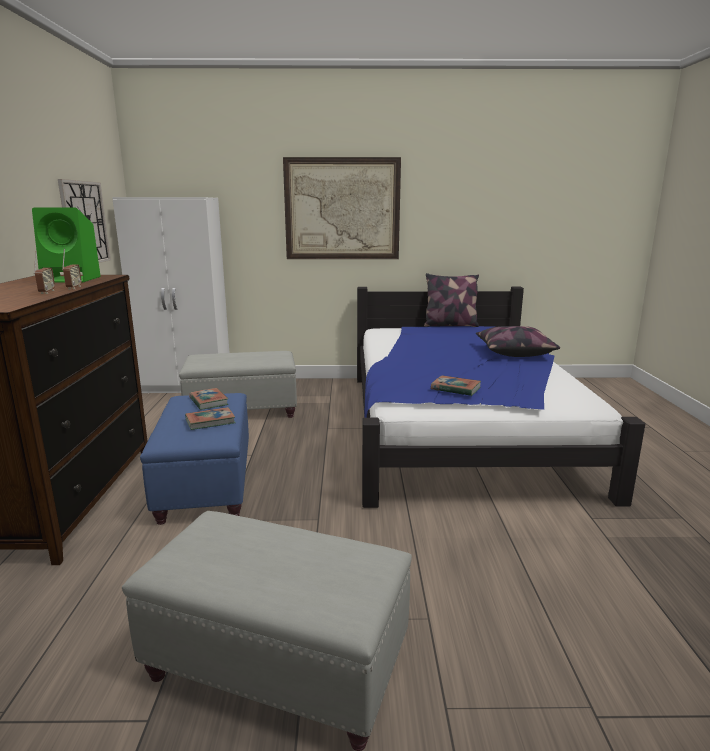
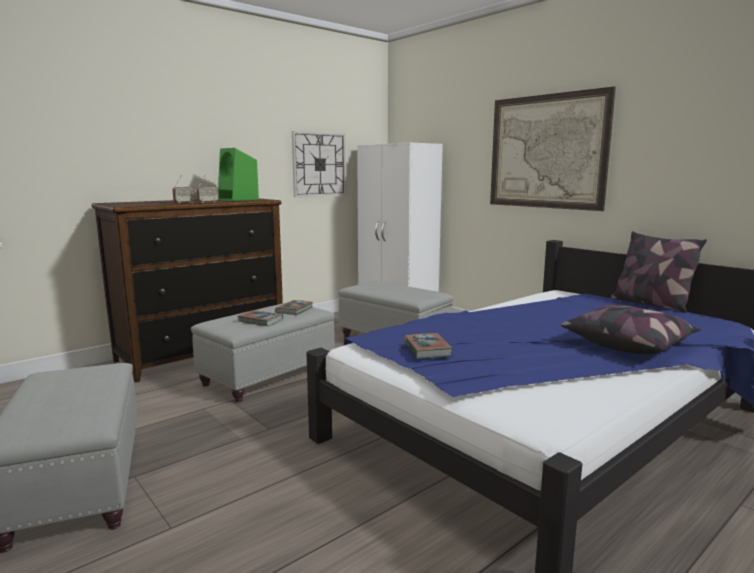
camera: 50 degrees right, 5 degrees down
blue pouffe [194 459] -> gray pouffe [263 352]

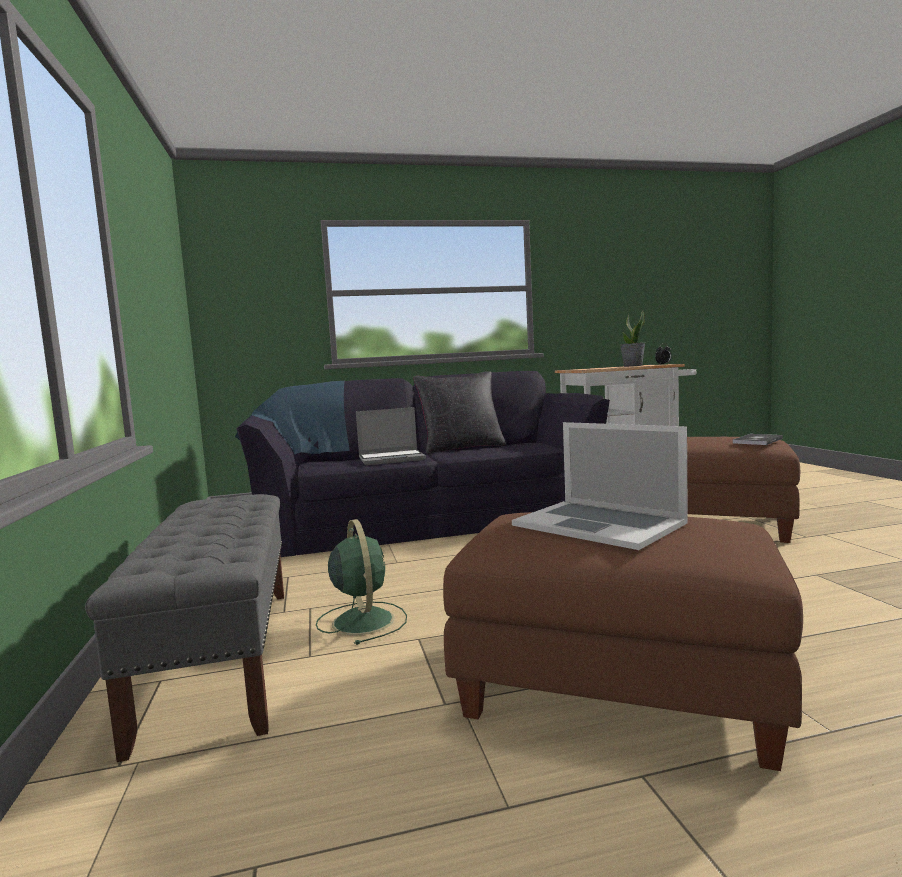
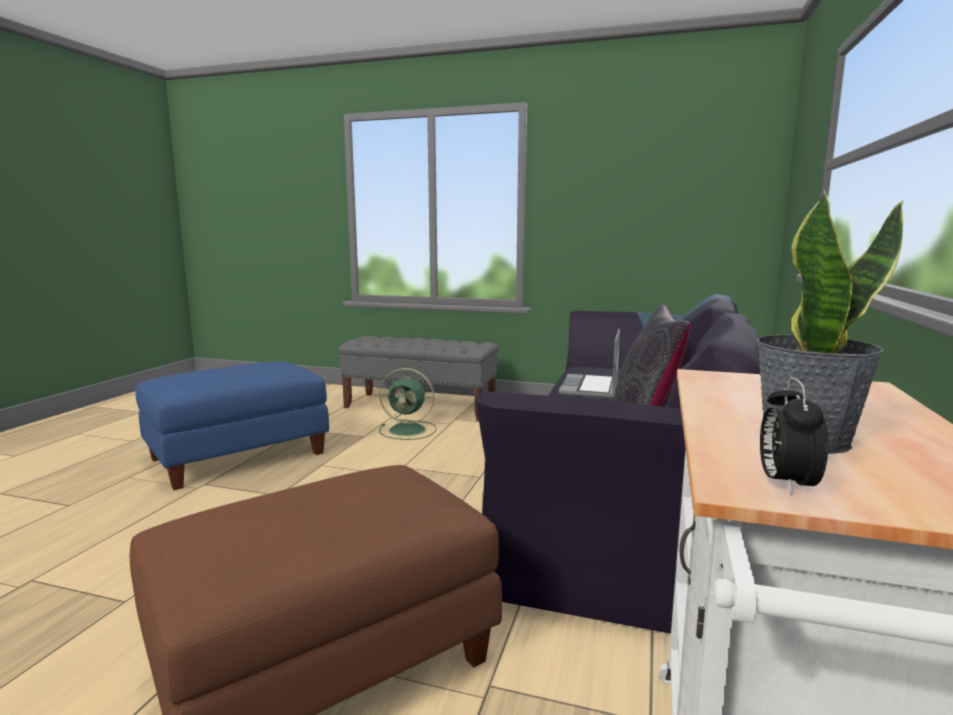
camera: 120 degrees right, 5 degrees up
brown pouffe [623 641] -> blue pouffe [232 426]
notebook computer [600 486] -> none
volume [758 439] -> none

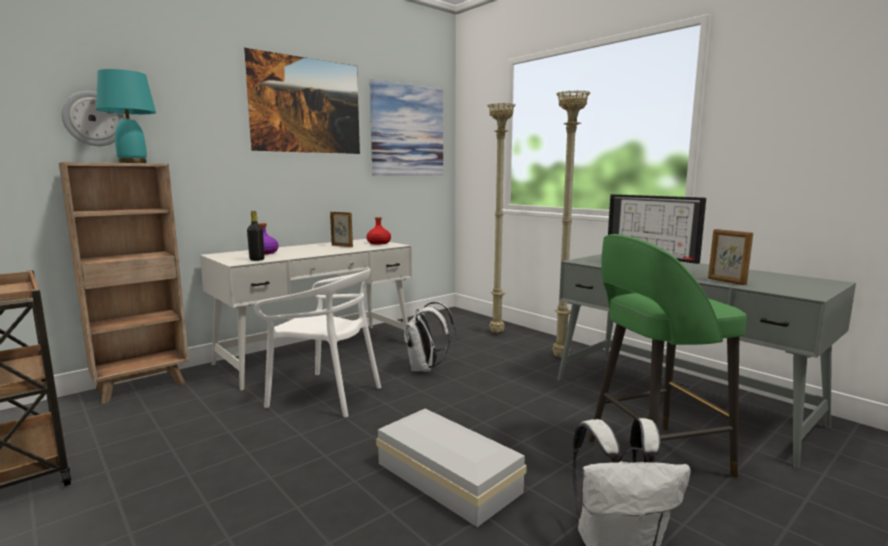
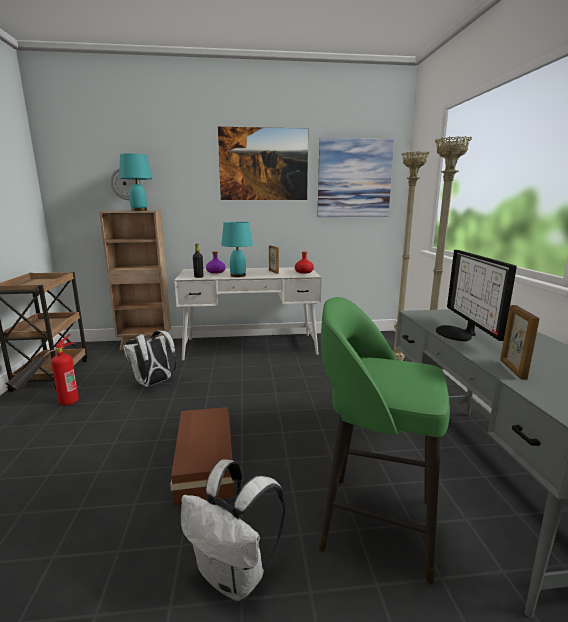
camera: 35 degrees right, 5 degrees up
white upright chair [317 343] -> none
white storage box [451 468] -> brown storage box [202 456]
white backpack [429 336] -> white backpack [149 358], moved
none -> fire-fighting cylinder [42 369]
none -> blue-green table lamp [237 249]

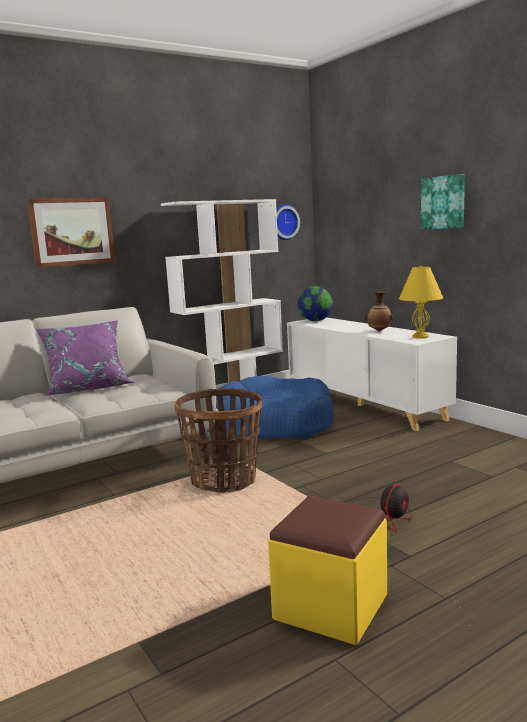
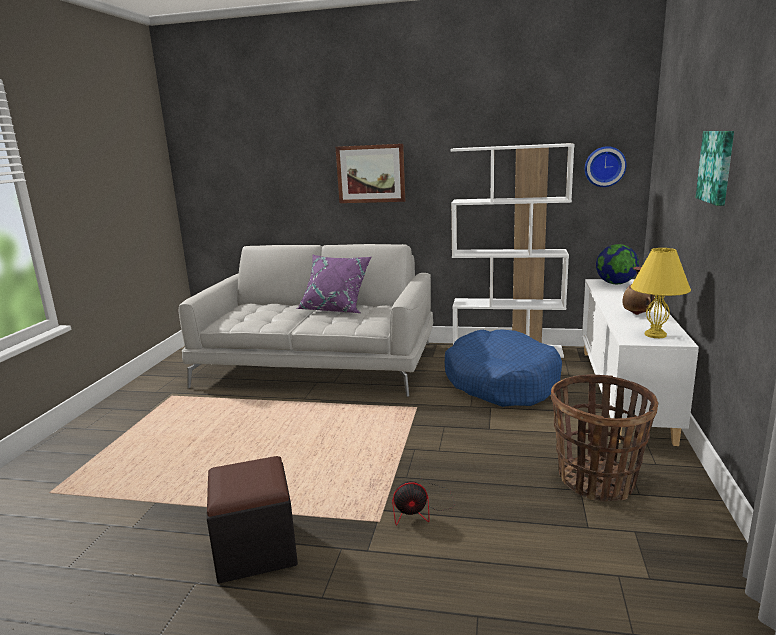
camera: 45 degrees right, 5 degrees up
household basket [218 440] -> household basket [605 438], moved
yellowish pouffe [327 570] -> black-coloured pouffe [252 519]

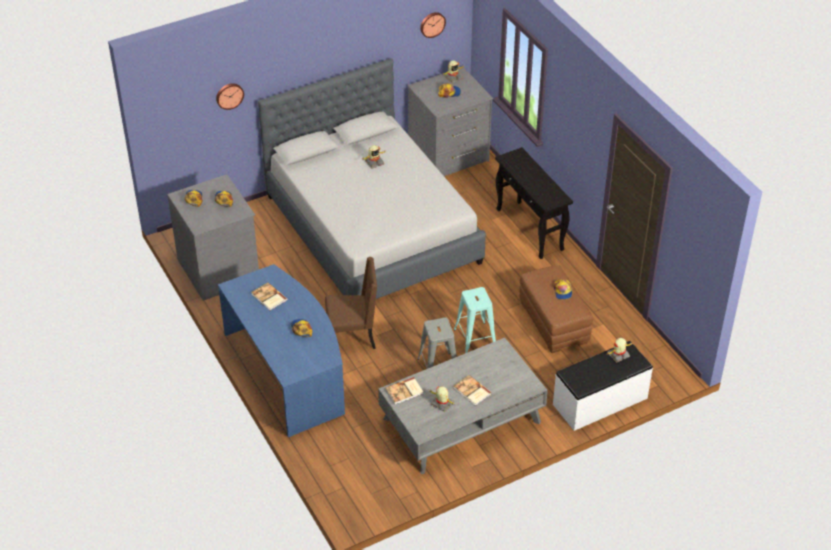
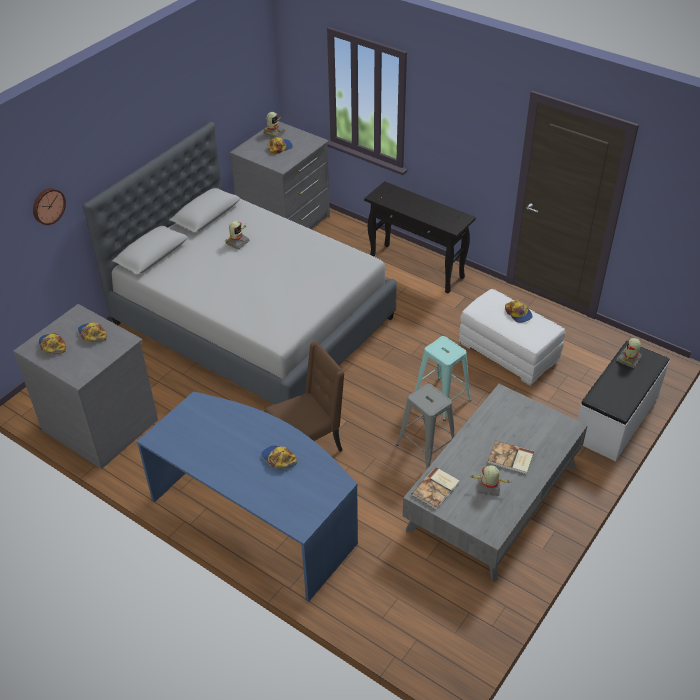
camera: 25 degrees left, 0 degrees up
volume [269 296] -> none
wall clock [433 25] -> none
brown pouffe [556 309] -> white pouffe [512 337]

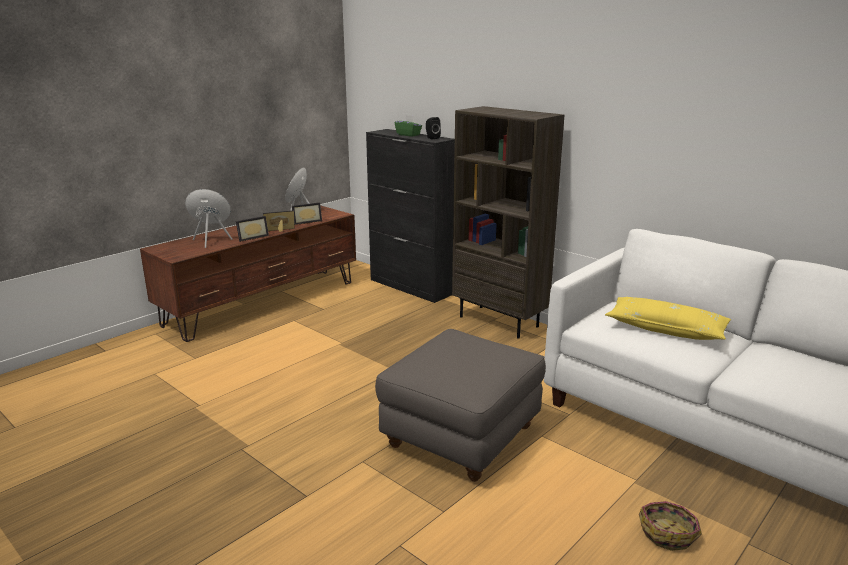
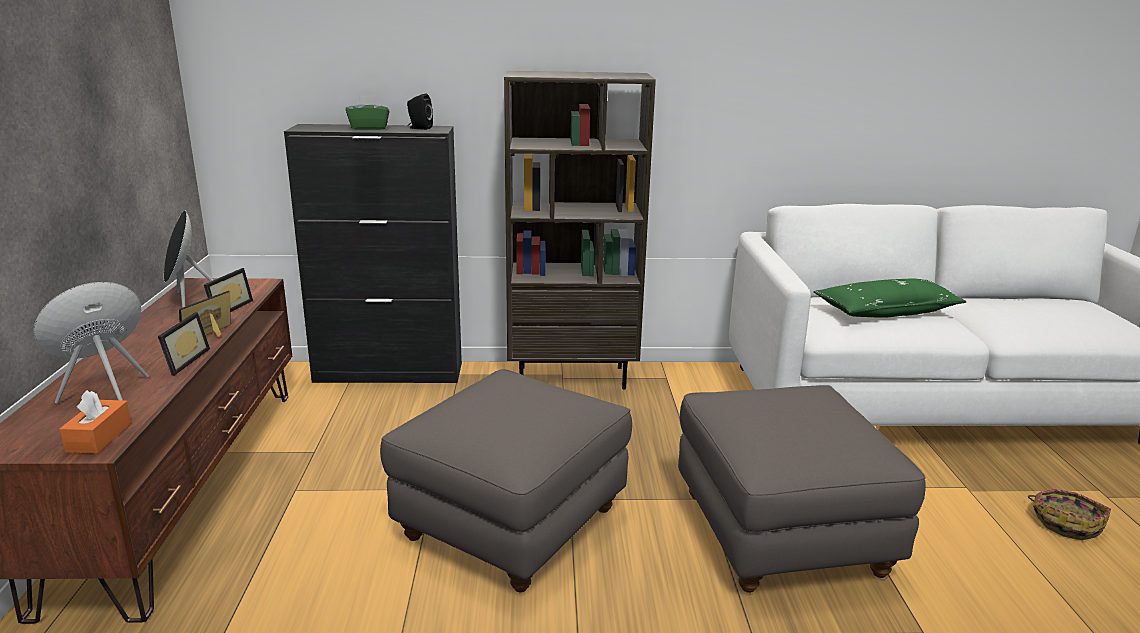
camera: 45 degrees left, 0 degrees up
yellowish throw pillow [668 318] -> green-coloured throw pillow [890 298]
none -> orangey tissue holder [95 422]
none -> gray pouffe [506 480]

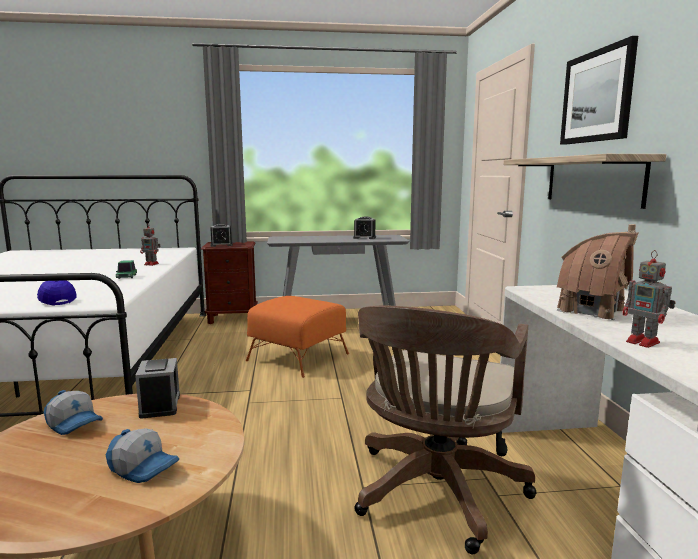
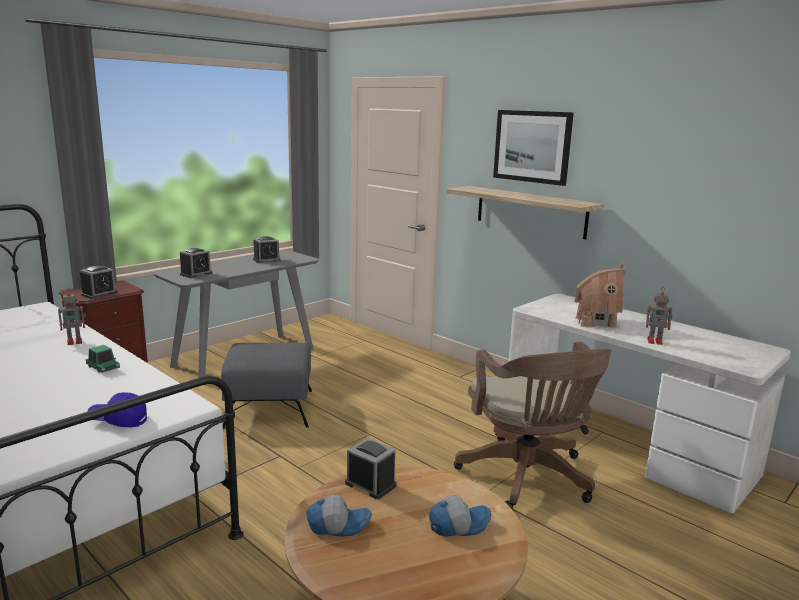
camera: 40 degrees left, 5 degrees up
orangey pouffe [297 337] -> gray pouffe [266 386]
none -> bedside clock [196 263]

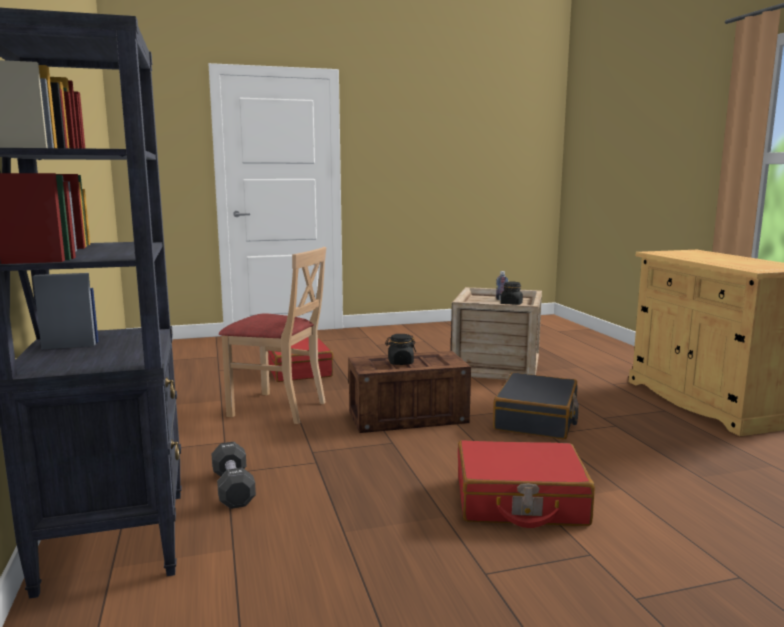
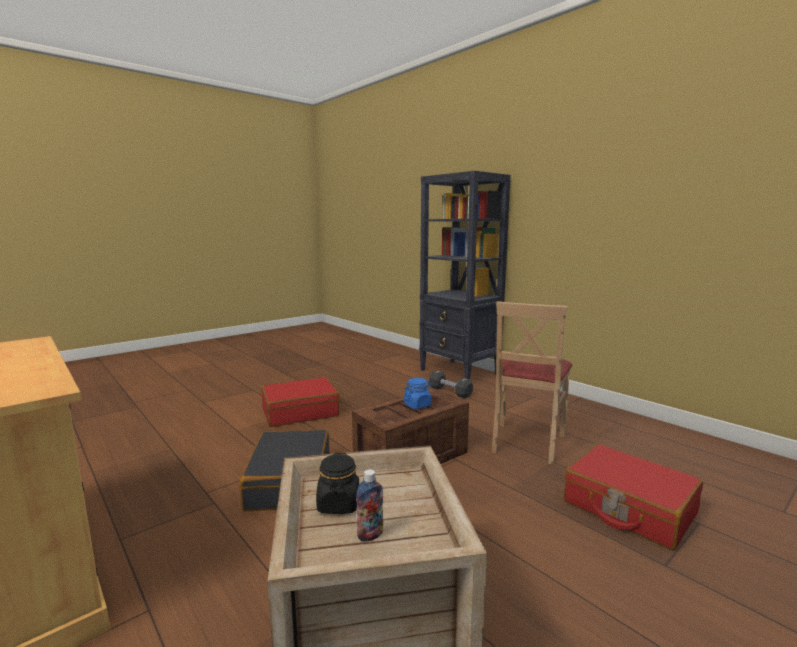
camera: 155 degrees right, 0 degrees up
beige-coloured upright chair [272 335] -> beige-coloured upright chair [532 382], 60 degrees counterclockwise
black-coloured storage jar [400 349] -> blue storage jar [417 393]

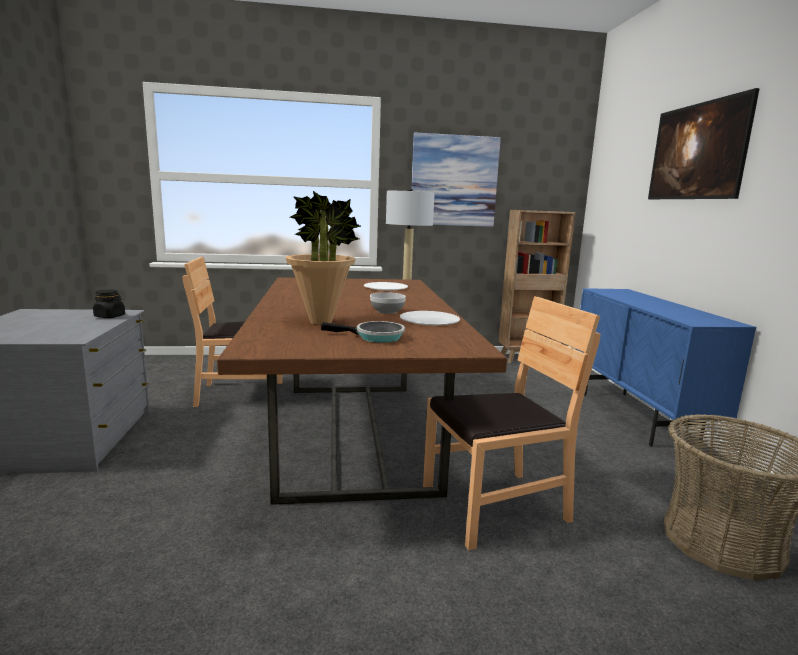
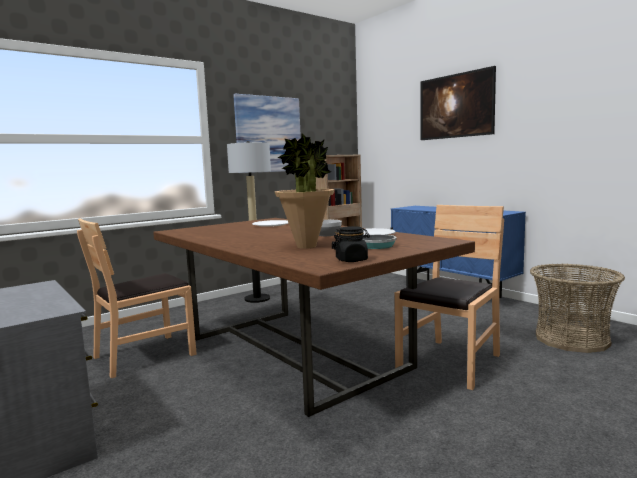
camera: 30 degrees left, 5 degrees down
black-coloured storage jar [109 303] -> black-coloured storage jar [351 244], moved

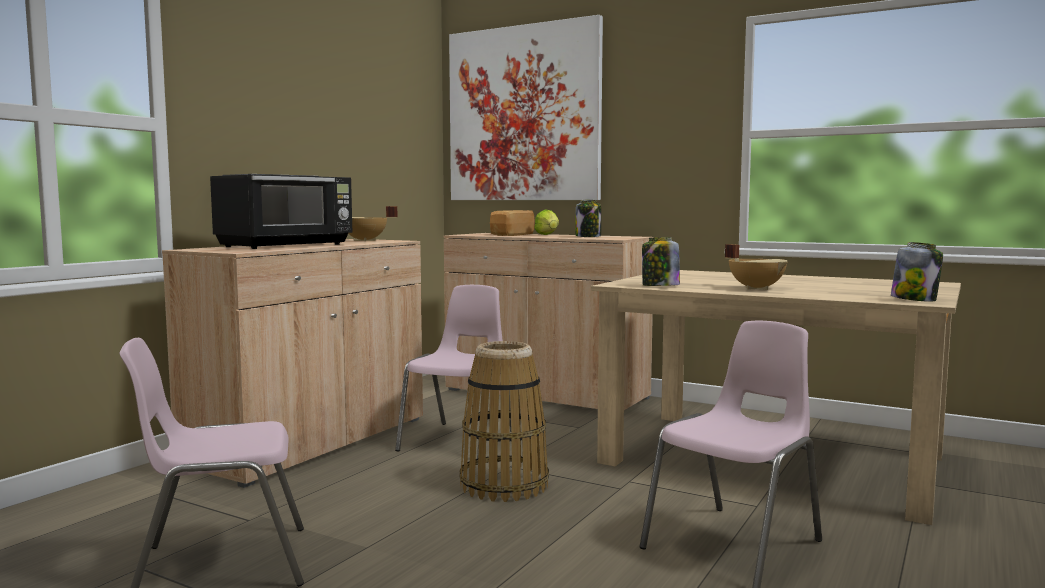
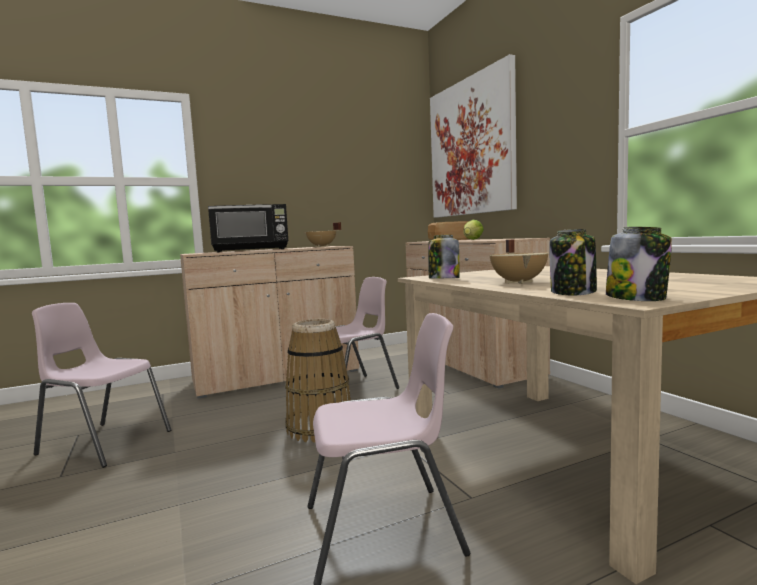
camera: 35 degrees right, 0 degrees up
storage jar [588 218] -> storage jar [573 262], moved

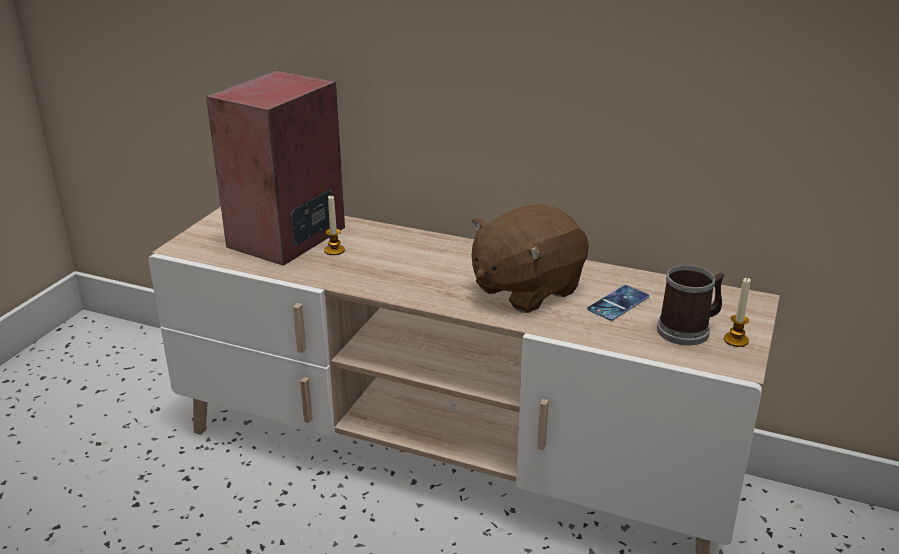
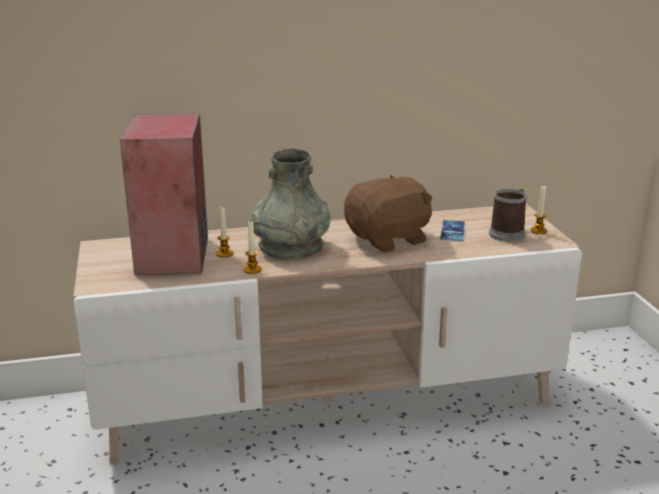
camera: 35 degrees left, 5 degrees down
brown soft toy [530 258] -> brown soft toy [388 213], 135 degrees counterclockwise
none -> wax light [252 247]
none -> gray vase [290 204]

